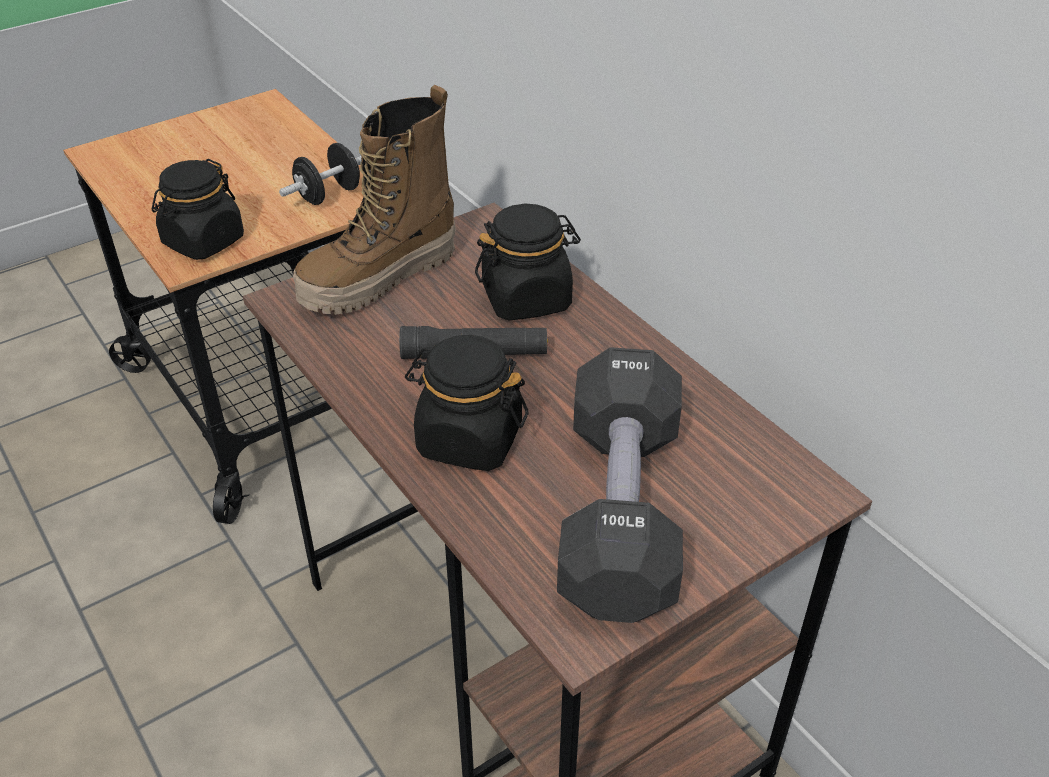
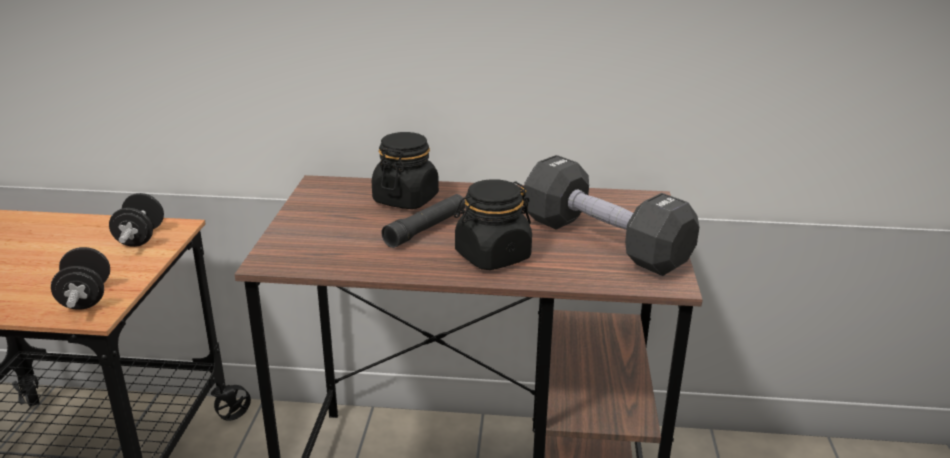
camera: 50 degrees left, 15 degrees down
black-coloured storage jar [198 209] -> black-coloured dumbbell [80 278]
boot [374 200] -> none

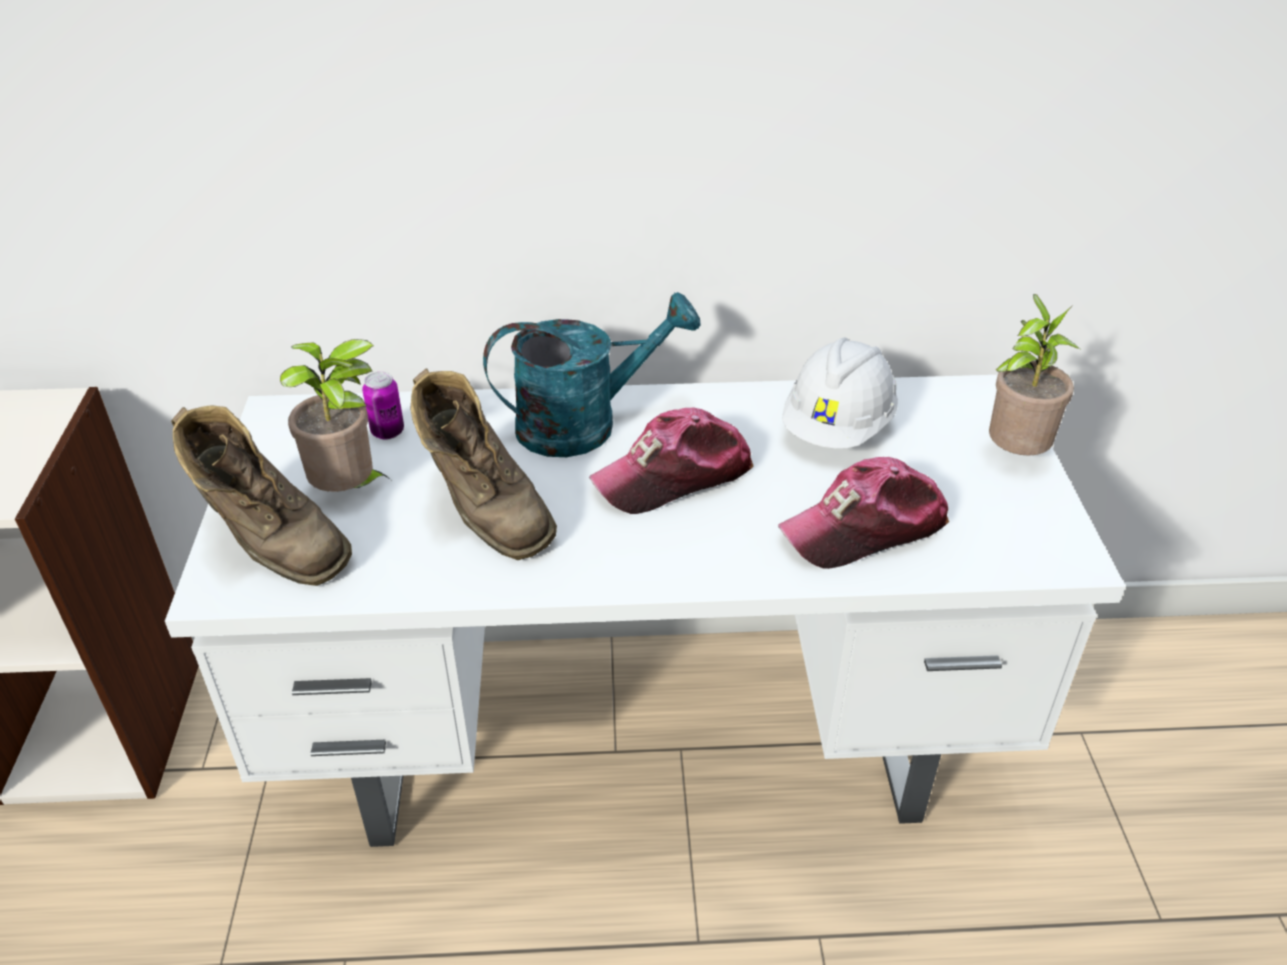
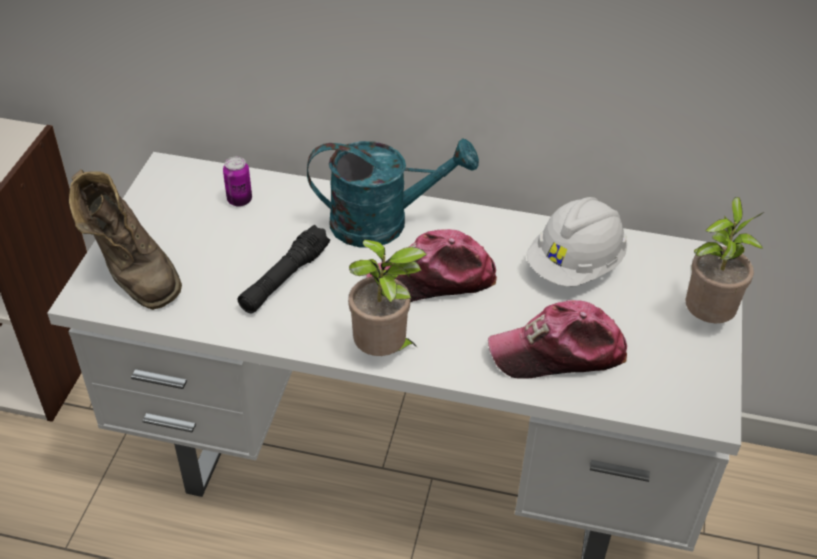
camera: 15 degrees right, 5 degrees up
potted plant [335 415] -> potted plant [387 298], moved
brown boot [483 464] -> black-coloured flashlight [284 269]

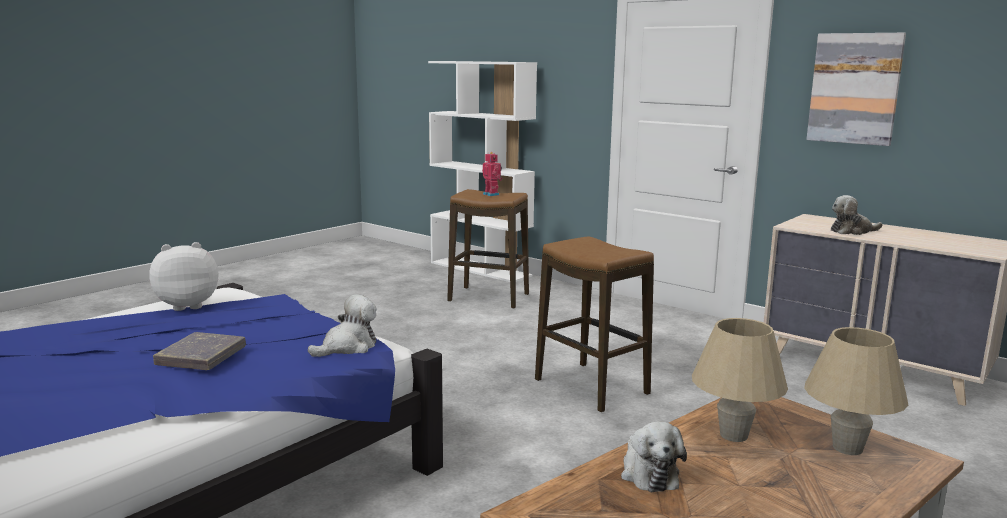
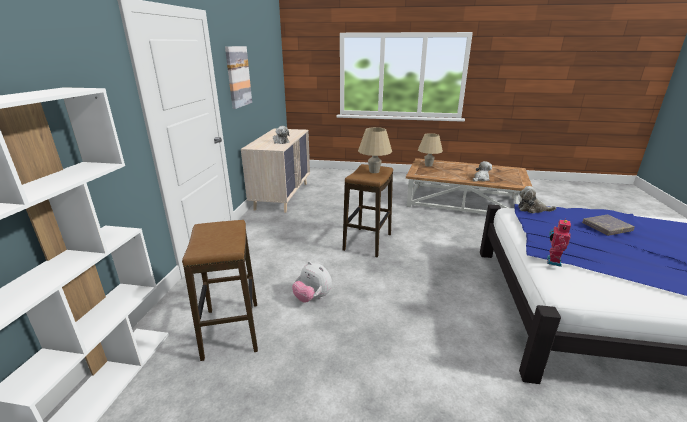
camera: 120 degrees left, 10 degrees up
soft toy [183 276] -> soft toy [312 282], moved
robot figure [492 174] -> robot figure [559 242], moved
beige-coloured table lamp [740 380] -> beige-coloured table lamp [375 150], moved

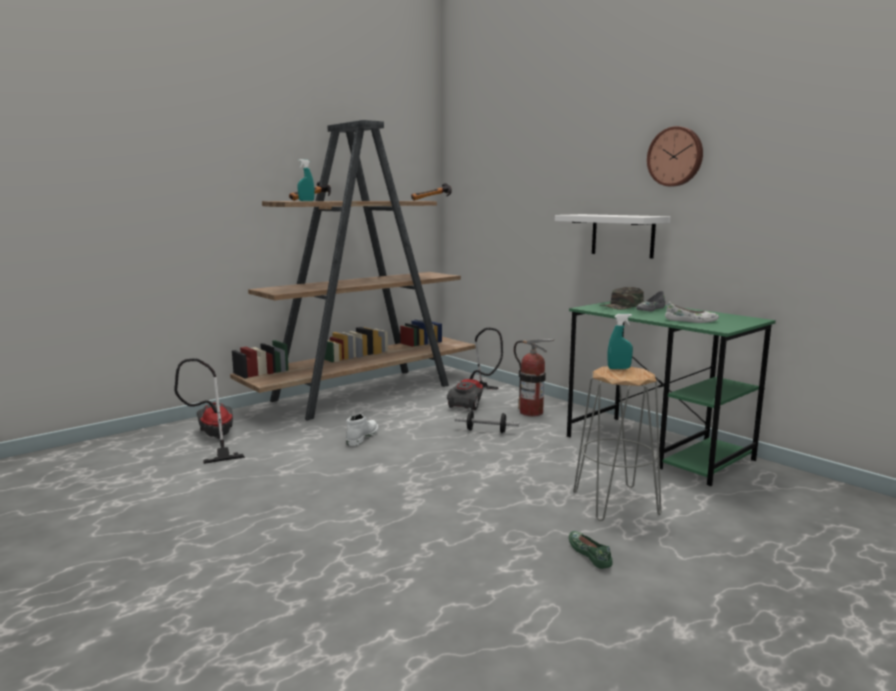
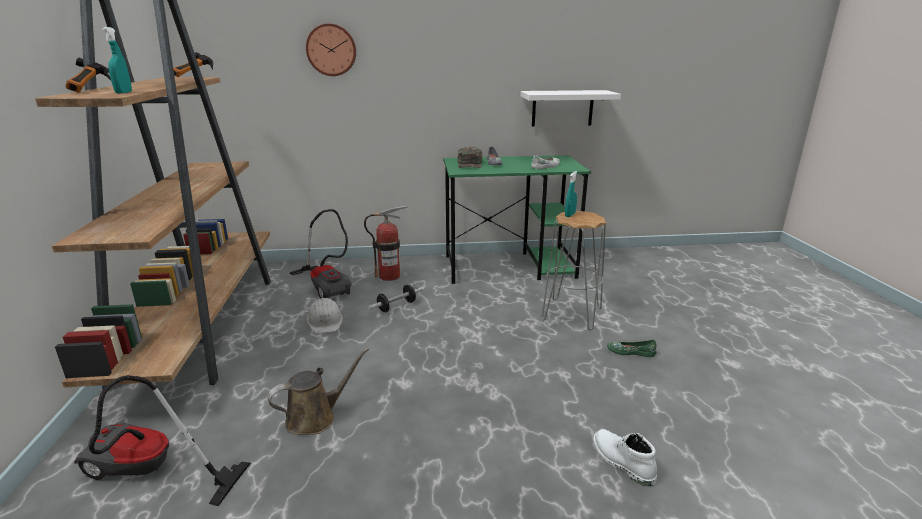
camera: 55 degrees left, 10 degrees up
white boot [362 430] -> white boot [625 457], moved
white bracket shelf [612 236] -> white bracket shelf [570 108], moved
wall clock [675 156] -> wall clock [331 49], moved
none -> brown sprinkling can [318 391]
none -> white safety helmet [325 316]

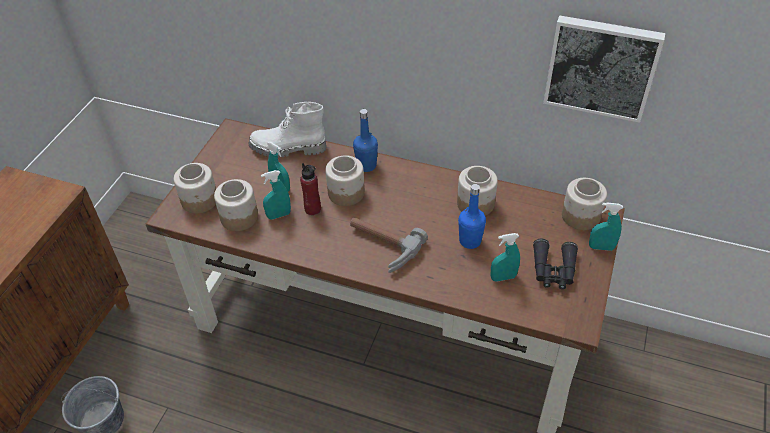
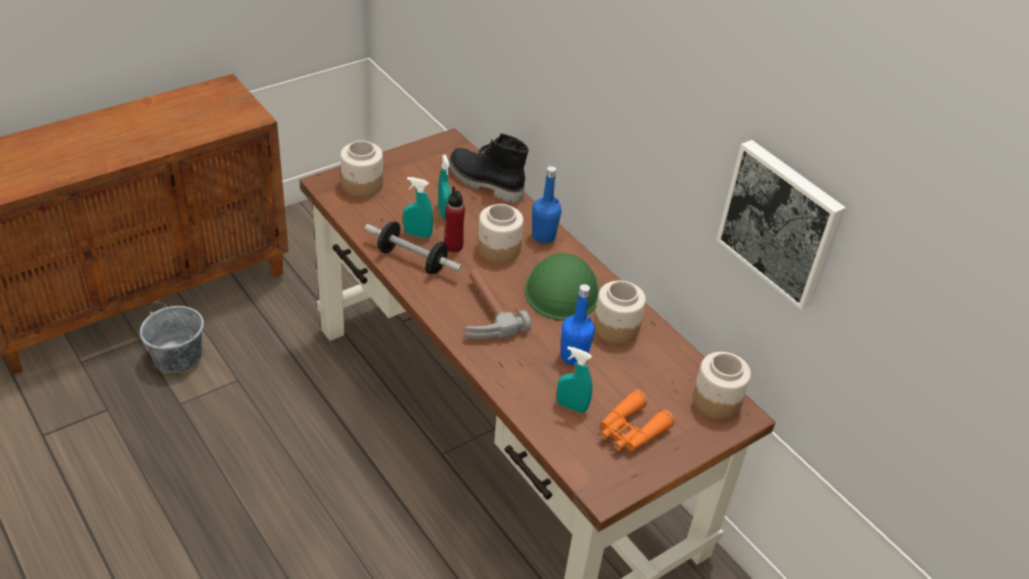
camera: 30 degrees right, 5 degrees down
storage jar [236 205] -> none
white boot [287 130] -> black-coloured boot [489 168]
black-coloured field glasses [555 264] -> orangey field glasses [637 420]
blue-green sprayer [606 227] -> none
none -> dumbbell [413 247]
none -> green-coloured safety helmet [562 287]

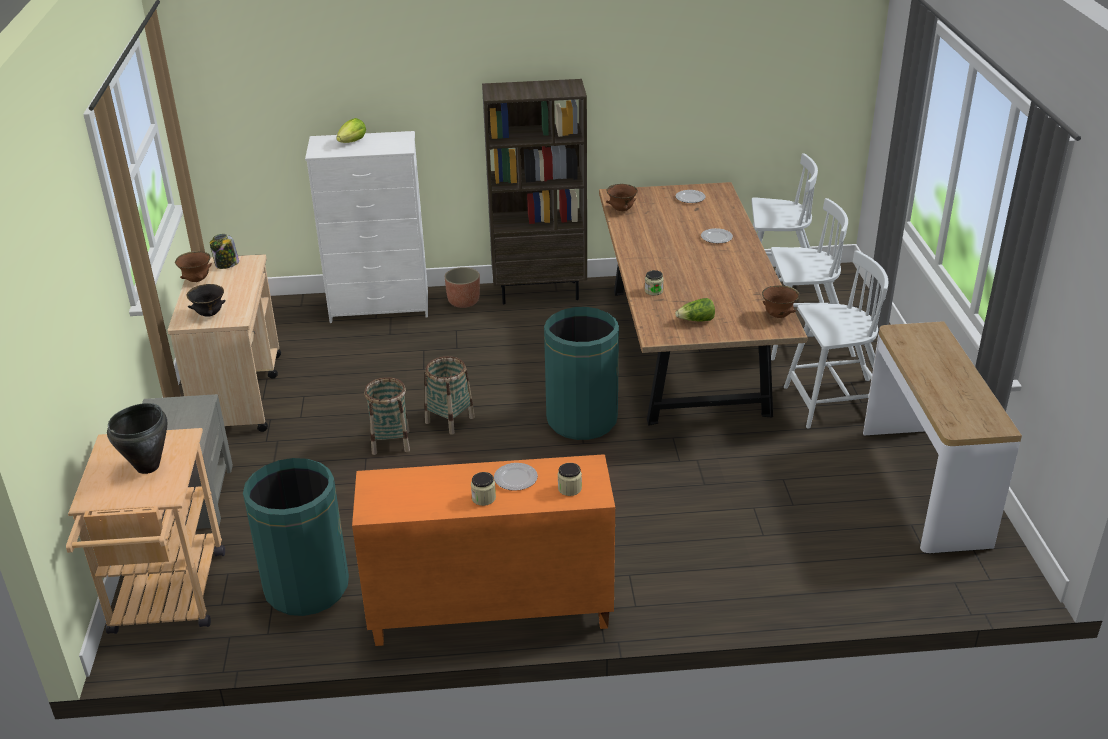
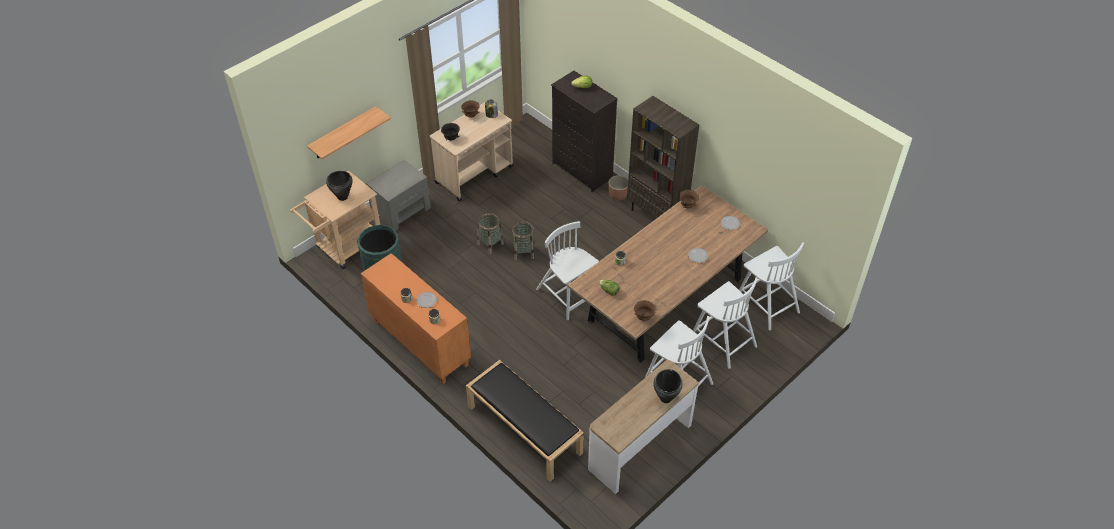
camera: 50 degrees right, 15 degrees up
white drawer chest [366 227] -> black-coloured drawer chest [584 131]
green-coloured trash can [581 373] -> white upright chair [567 270]
none -> bracket shelf [349 132]
none -> black-coloured long seat [525 421]
none -> black-coloured cooking pot [668 386]

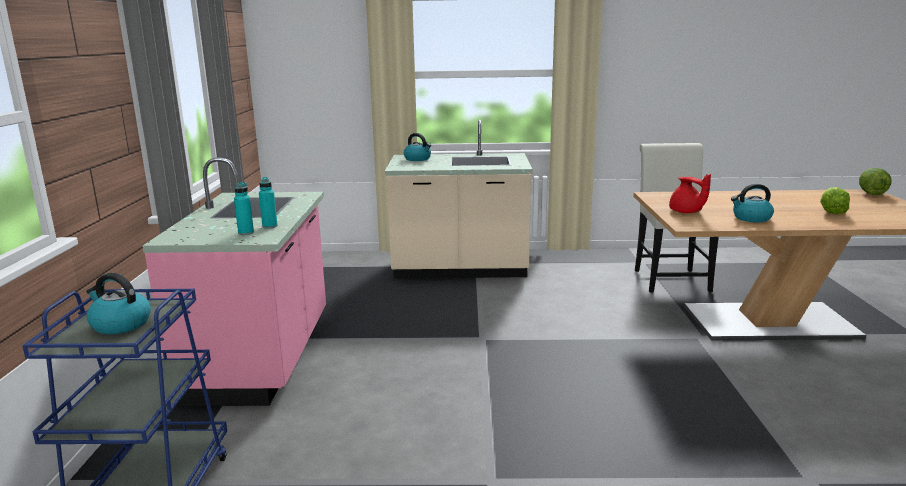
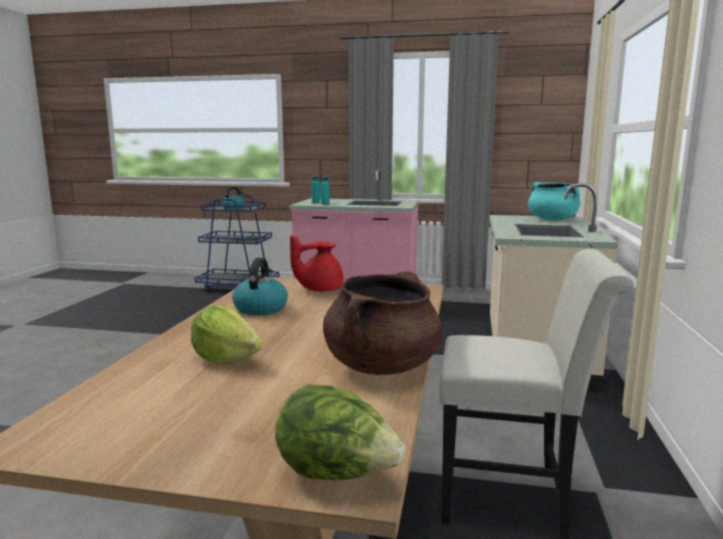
camera: 100 degrees right, 5 degrees down
tea kettle [417 147] -> blue-green cooking pot [554 201]
none -> brown cooking pot [382 323]

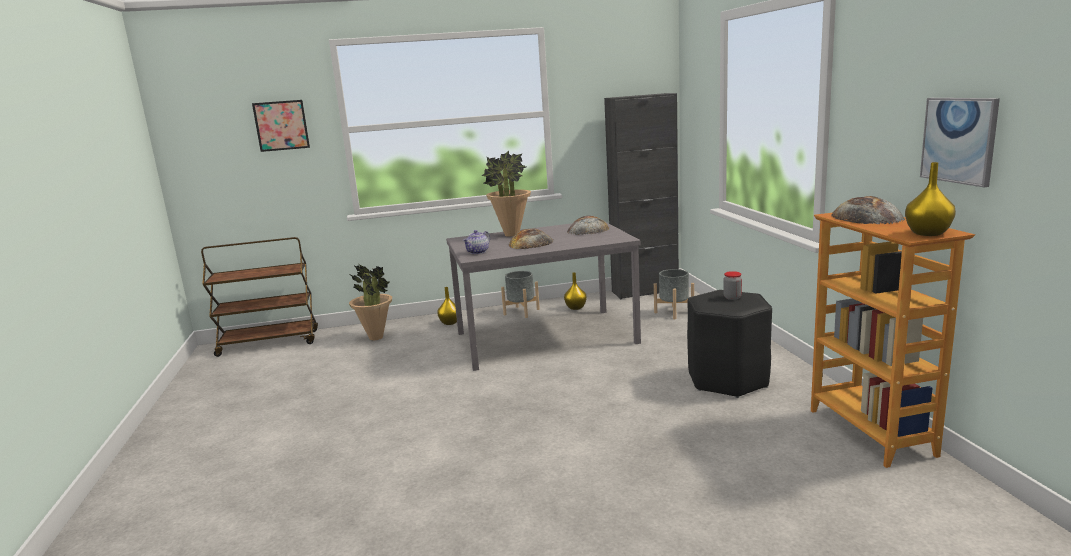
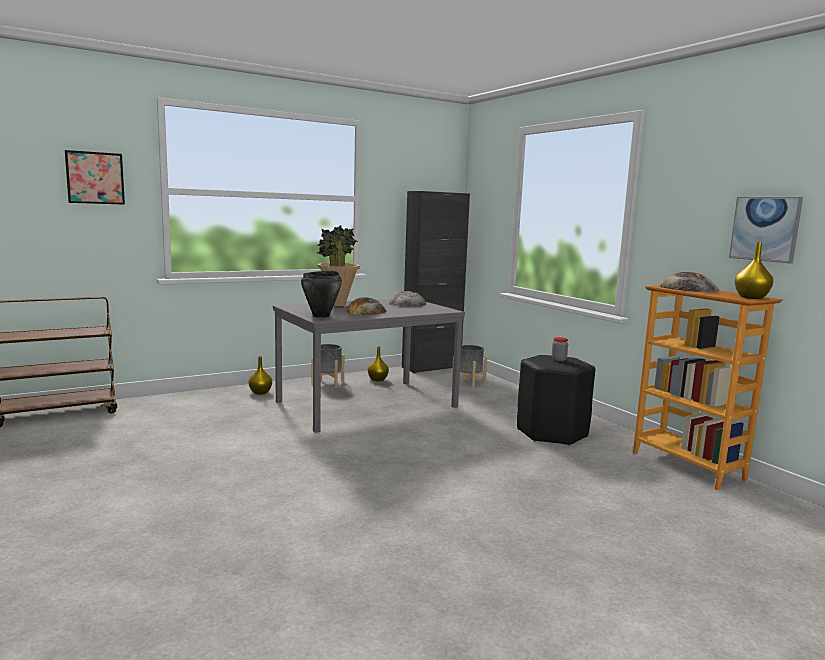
camera: 20 degrees left, 5 degrees down
potted plant [370 302] -> none
tea pot [476 242] -> black-coloured cooking pot [321 294]

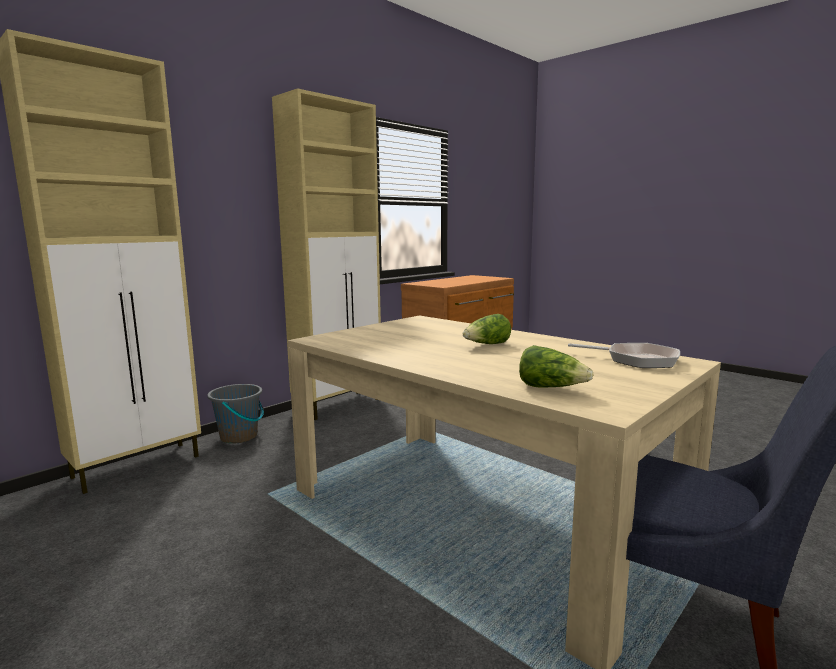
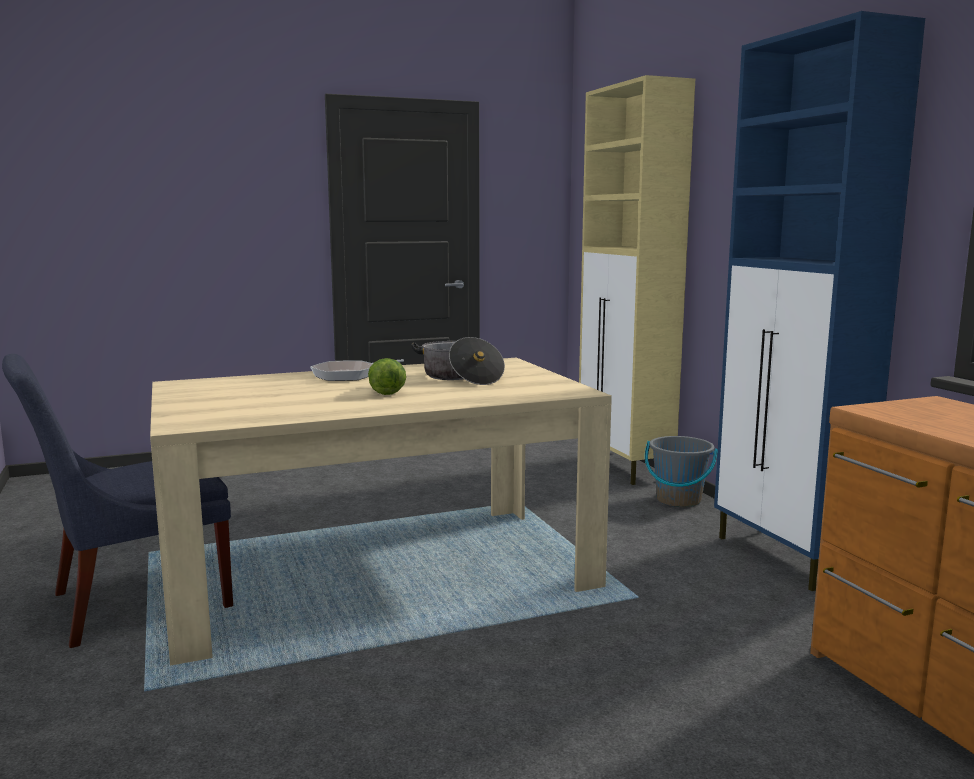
camera: 115 degrees right, 0 degrees up
beige-coloured cabinet [326 254] -> blue cabinet [819 301]
lettuce head [556 366] -> none
skillet [624 355] -> skillet [357 370], moved
none -> cooking pot [458 361]

